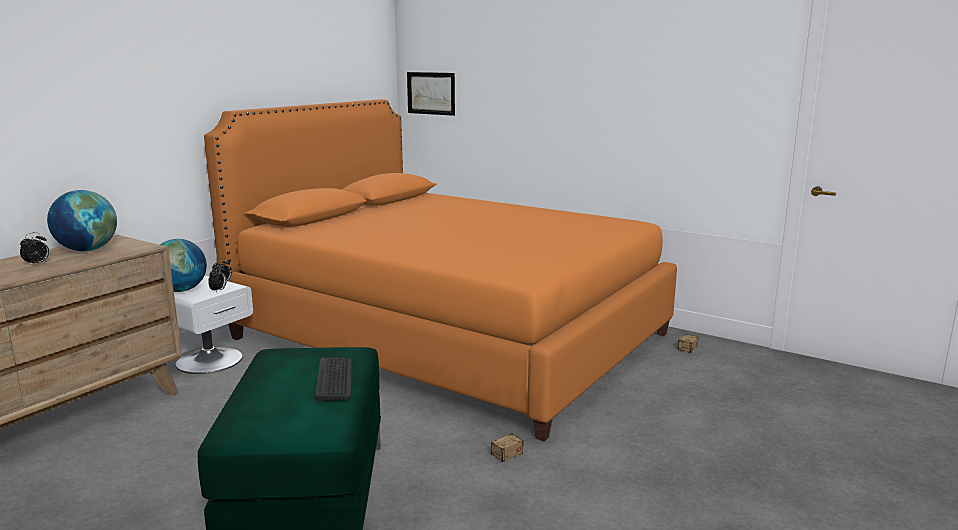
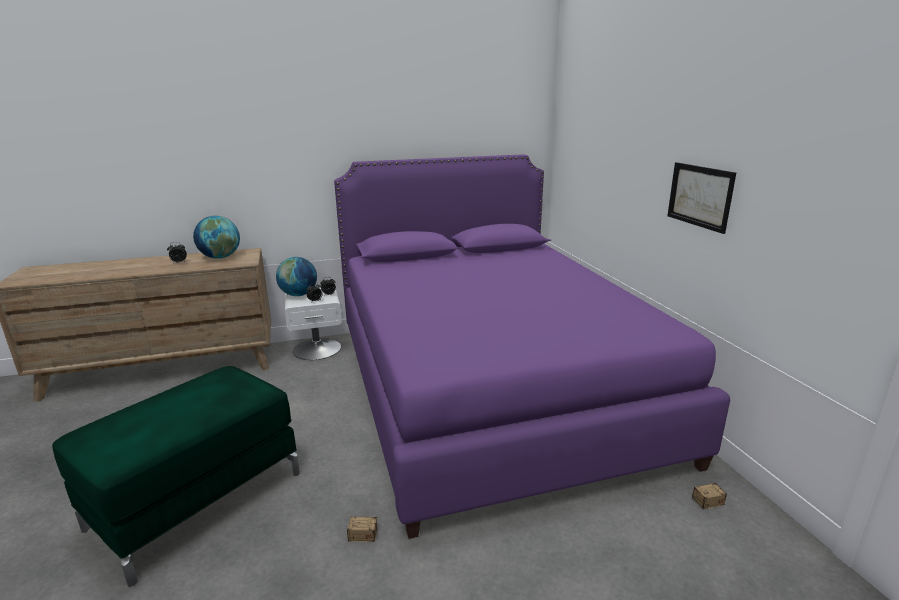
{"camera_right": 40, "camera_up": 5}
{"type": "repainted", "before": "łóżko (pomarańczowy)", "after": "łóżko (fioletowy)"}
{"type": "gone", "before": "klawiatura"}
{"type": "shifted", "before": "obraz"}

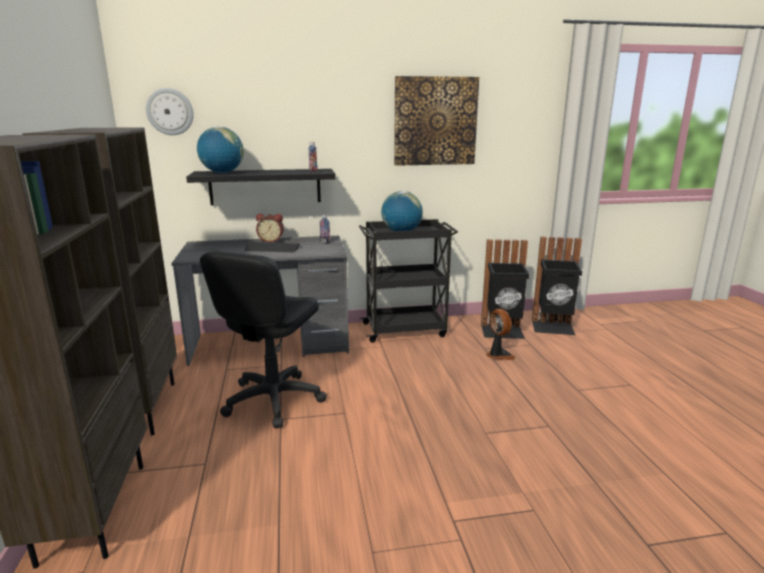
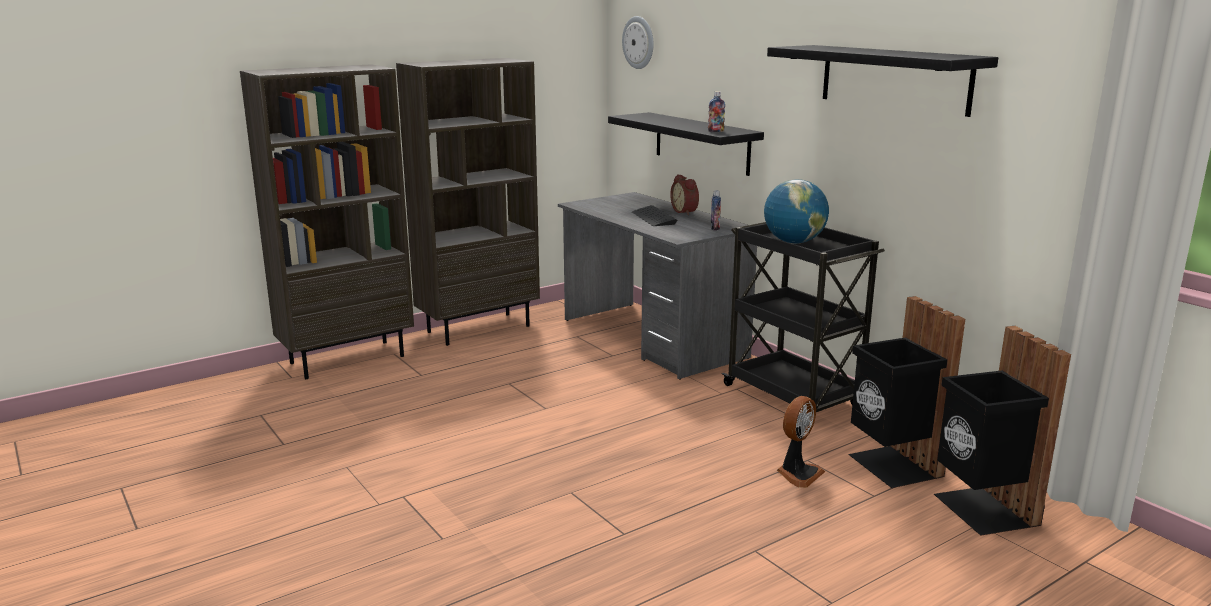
{"camera_right": 65, "camera_up": 0}
{"type": "gone", "before": "globus (no. 1 from left)"}
{"type": "gone", "before": "krzesło biurowe (czarny)"}
{"type": "swapped", "before": "obraz", "after": "półka (czarny) (no. 2 from left)"}

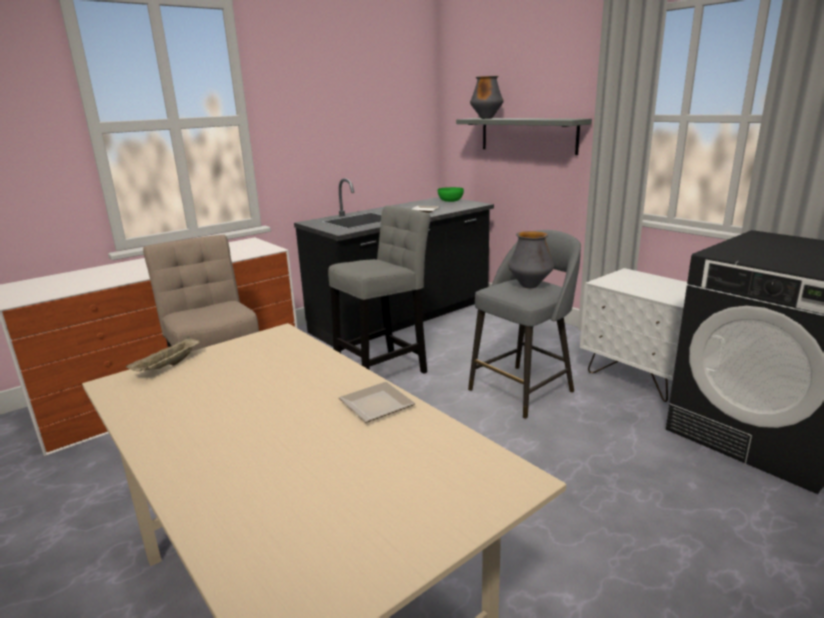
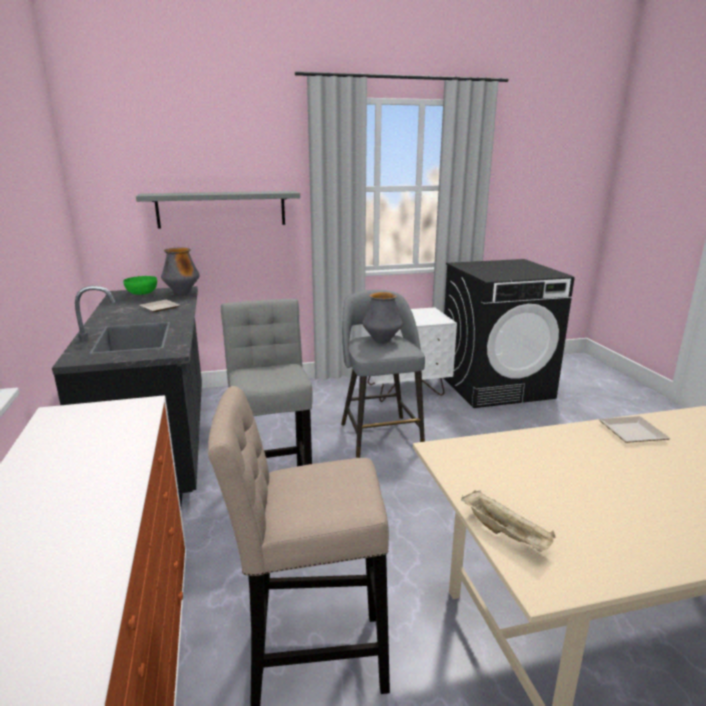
{"camera_right": -65, "camera_up": 0}
{"type": "shifted", "before": "wazon (no. 1 from left)"}

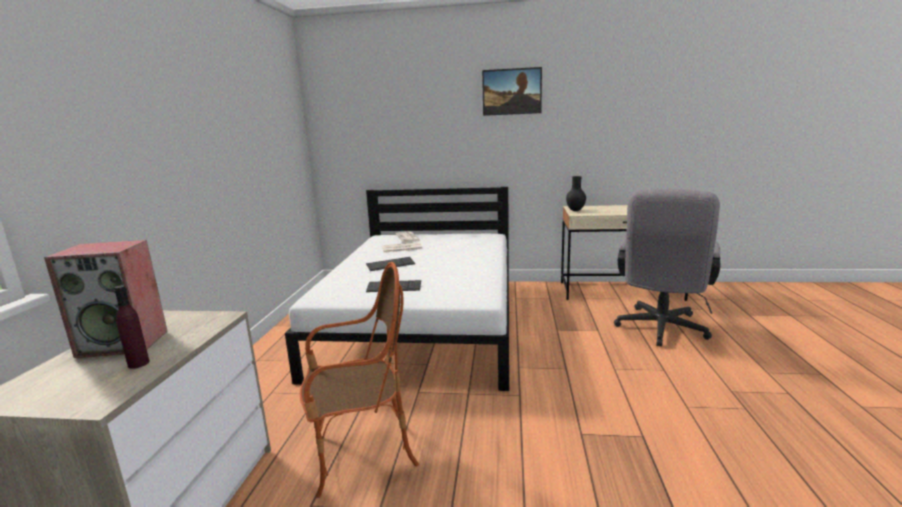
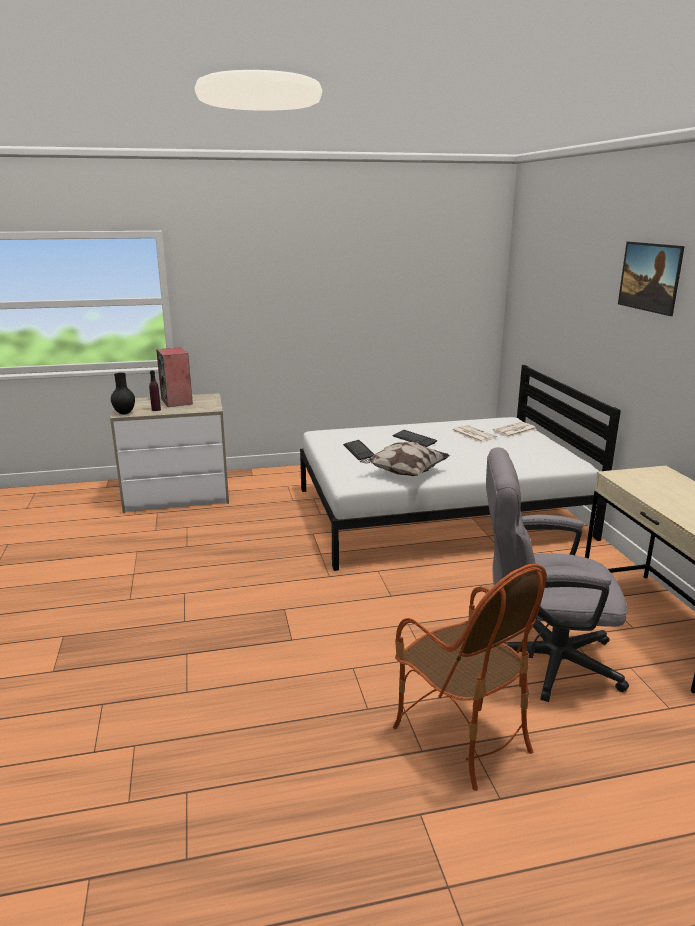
{"camera_right": 70, "camera_up": 5}
{"type": "shifted", "before": "fotel"}
{"type": "shifted", "before": "wazon (czarny)"}
{"type": "new", "after": "poduszka"}

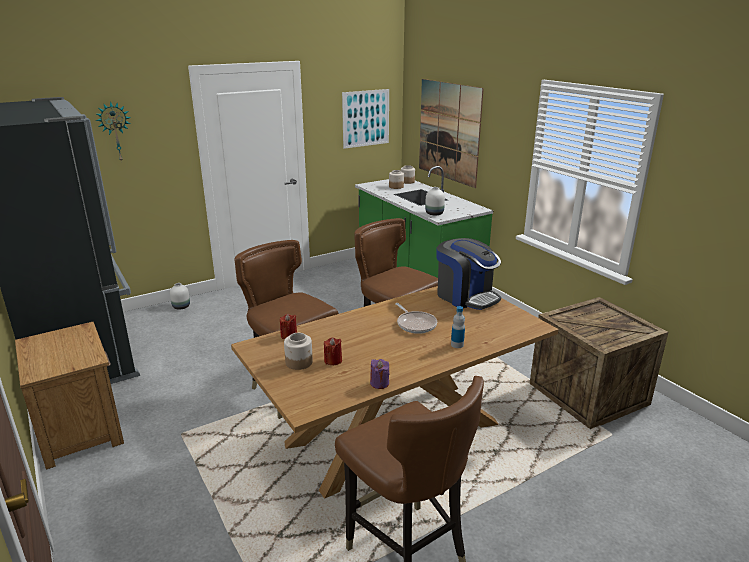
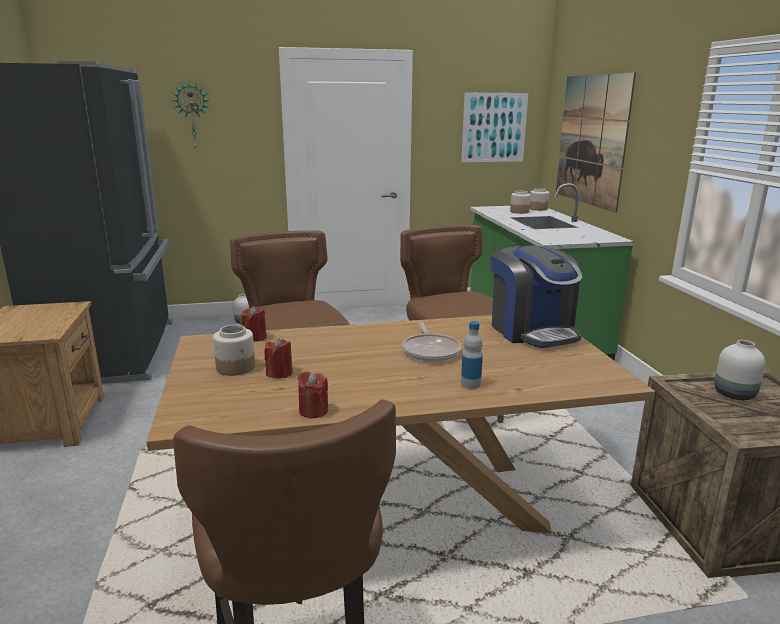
{"camera_right": 20, "camera_up": -5}
{"type": "repainted", "before": "świeca (fioletowy)", "after": "świeca (czerwony) (no. 3 from left)"}
{"type": "shifted", "before": "wazon (biały) (no. 2 from left)"}

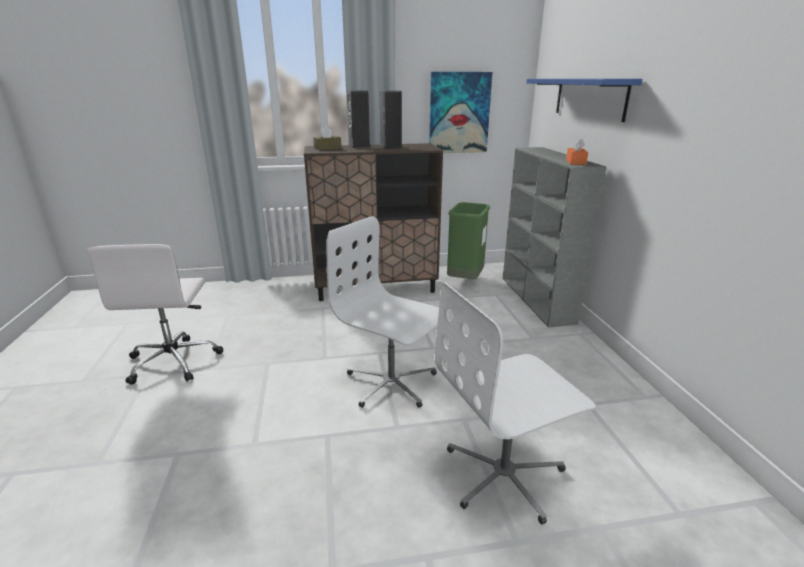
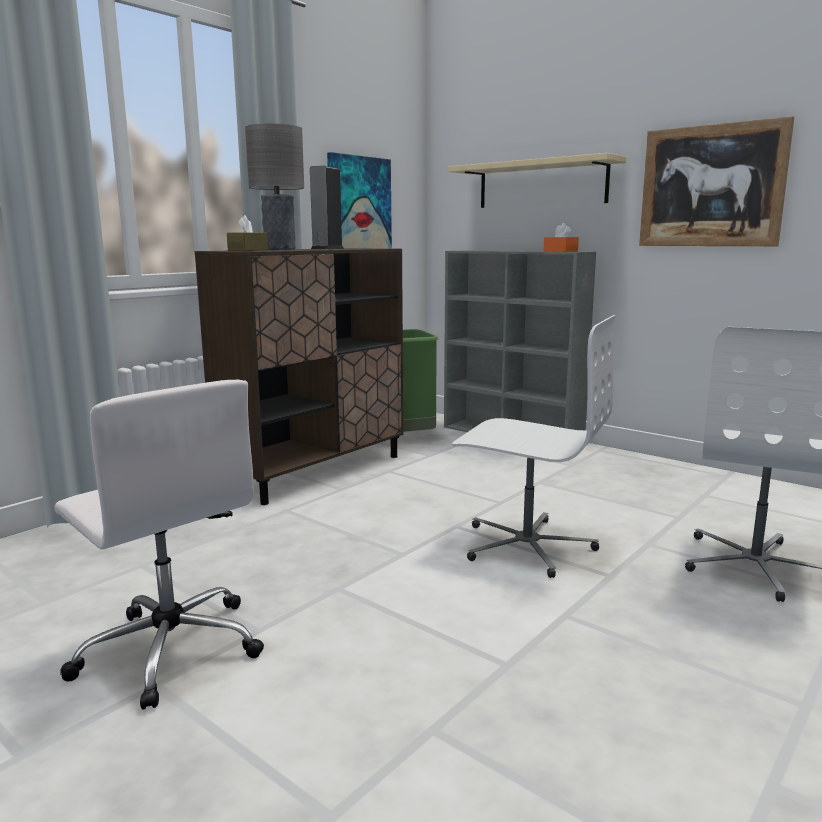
{"camera_right": -40, "camera_up": -10}
{"type": "rotated", "before": "krzesło biurowe (biały) (no. 2 from left)", "turn": -150}
{"type": "swapped", "before": "głośnik (no. 1 from left)", "after": "lampa stołowa (szary)"}
{"type": "repainted", "before": "półka (niebieski)", "after": "półka (beżowy)"}
{"type": "new", "after": "obraz (no. 2 from left)"}

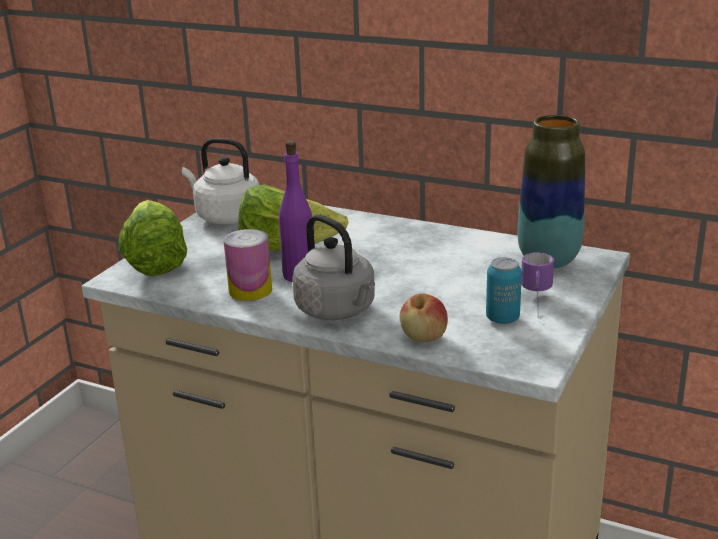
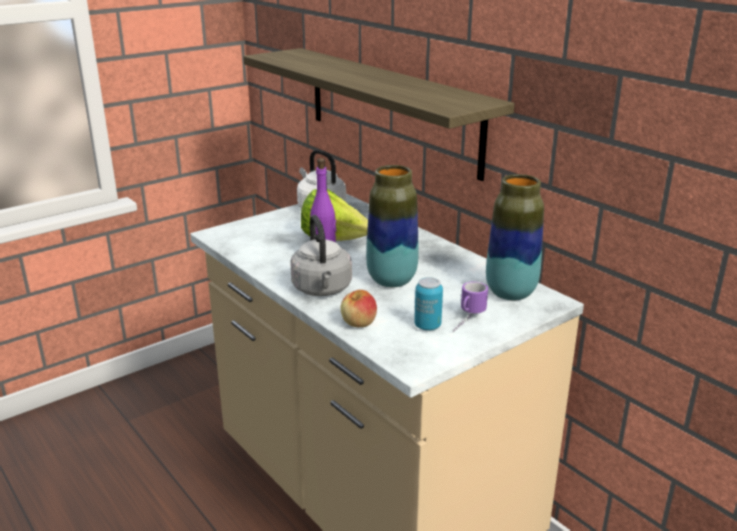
{"camera_right": 25, "camera_up": 0}
{"type": "gone", "before": "sałata (no. 1 from left)"}
{"type": "gone", "before": "puszka (no. 1 from left)"}
{"type": "new", "after": "półka"}
{"type": "new", "after": "wazon (no. 1 from left)"}

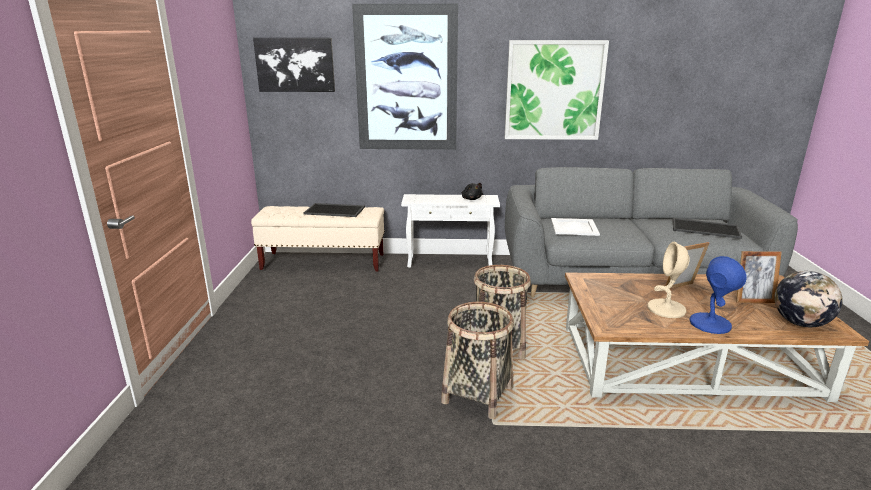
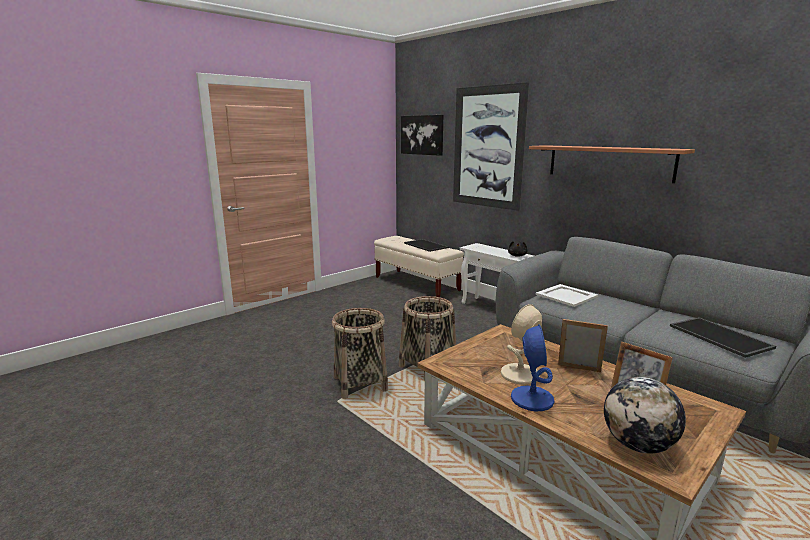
{"camera_right": 45, "camera_up": -5}
{"type": "swapped", "before": "obraz (no. 3 from left)", "after": "półka"}

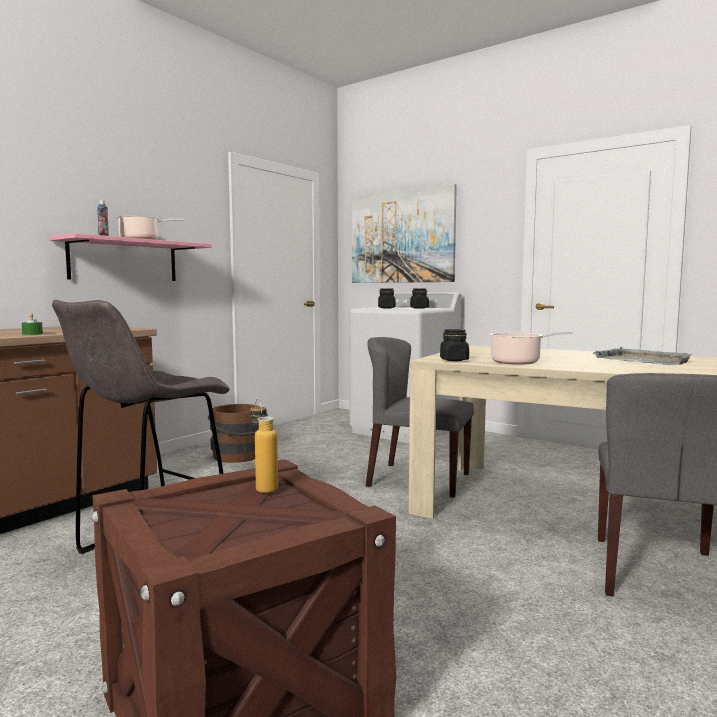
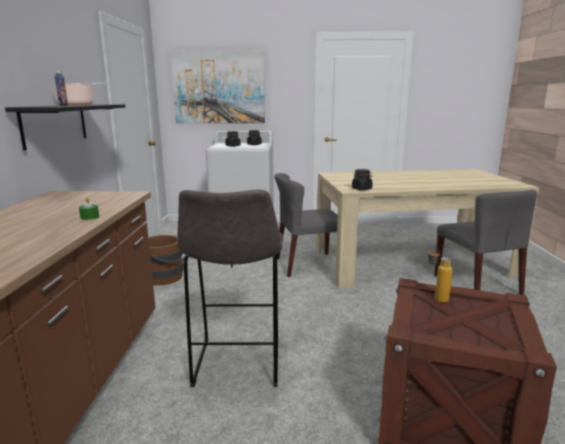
{"camera_right": -35, "camera_up": 10}
{"type": "repainted", "before": "półka (różowy)", "after": "półka (czarny)"}
{"type": "gone", "before": "garnek (no. 2 from left)"}
{"type": "gone", "before": "taca (szary)"}

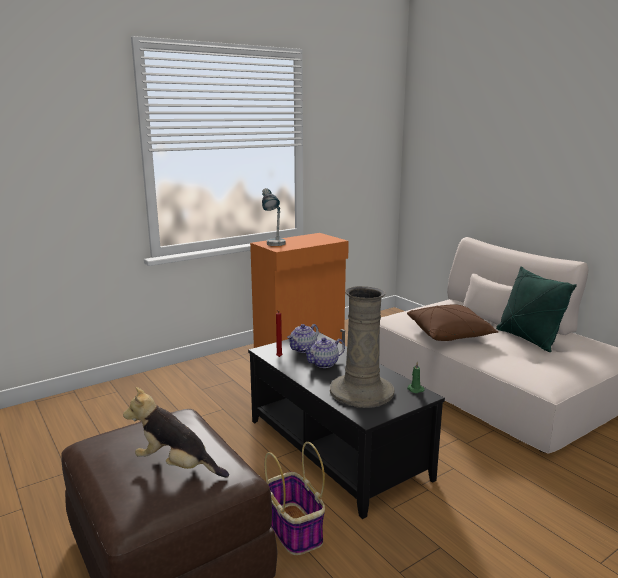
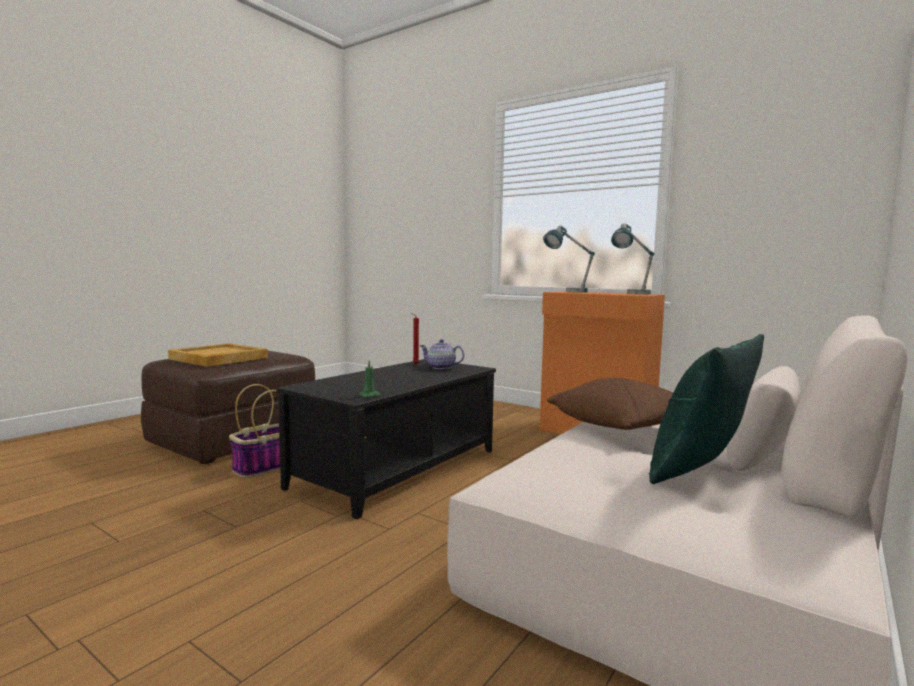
{"camera_right": 70, "camera_up": -10}
{"type": "swapped", "before": "pluszak", "after": "taca (beżowy)"}
{"type": "gone", "before": "imbryk (no. 2 from left)"}
{"type": "gone", "before": "wazon (beżowy)"}
{"type": "new", "after": "lampa stołowa (no. 2 from left)"}

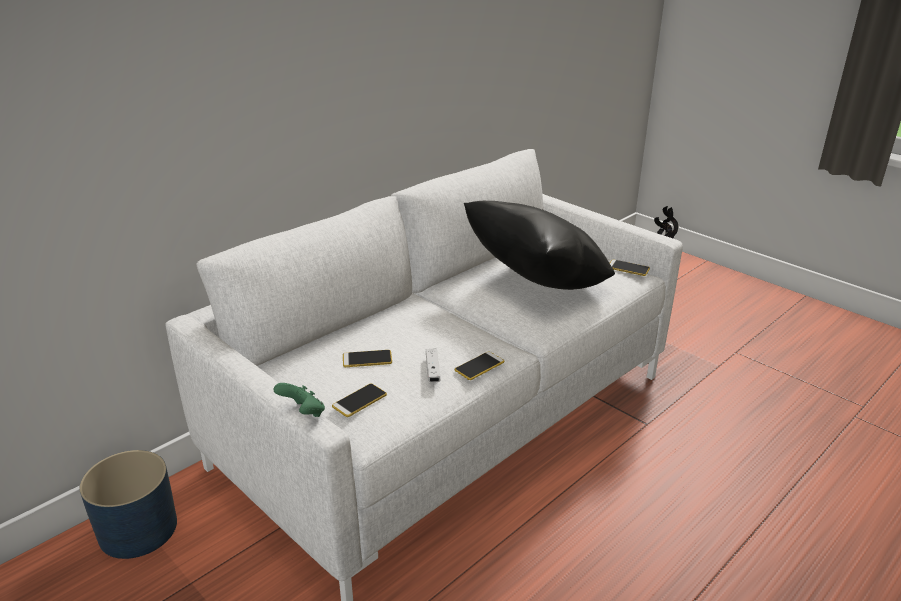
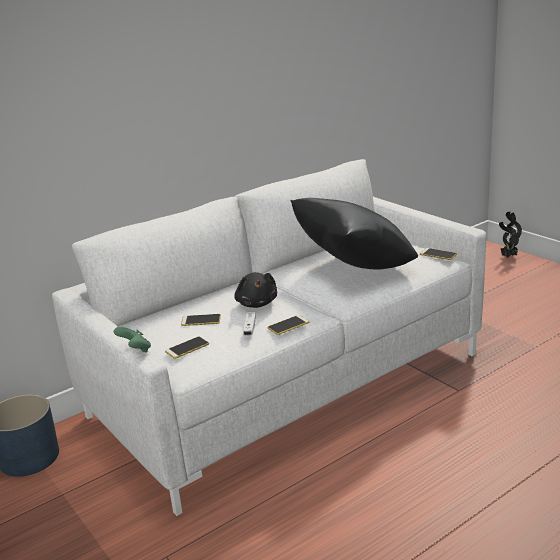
{"camera_right": 10, "camera_up": -5}
{"type": "new", "after": "pluszak (czarny)"}

